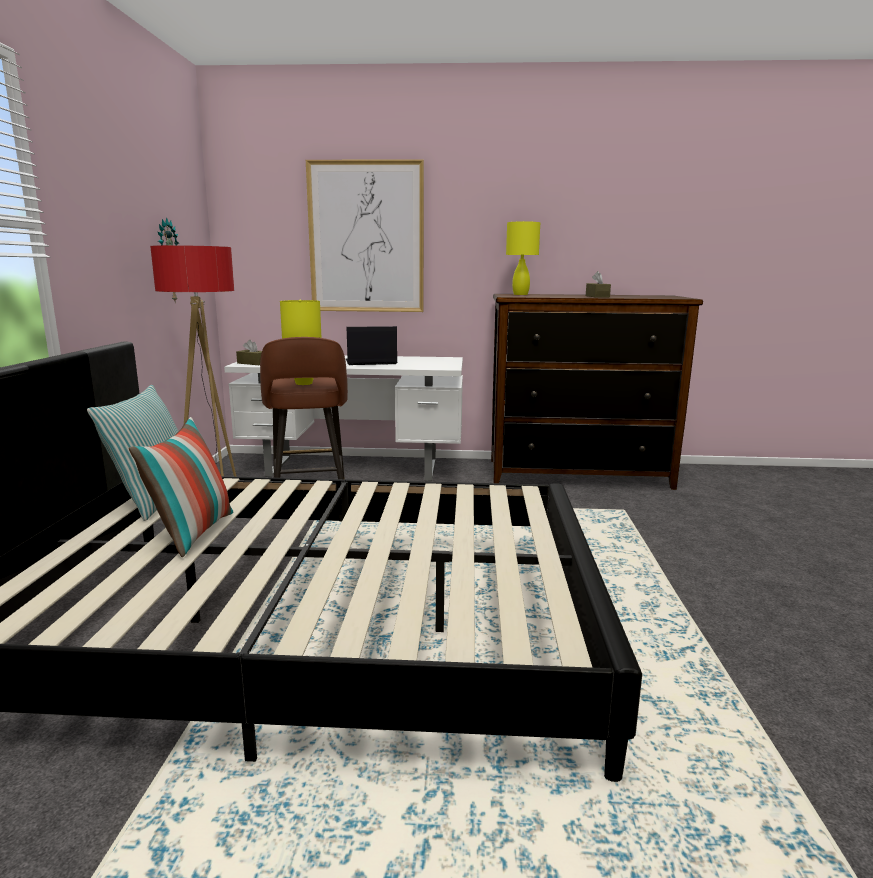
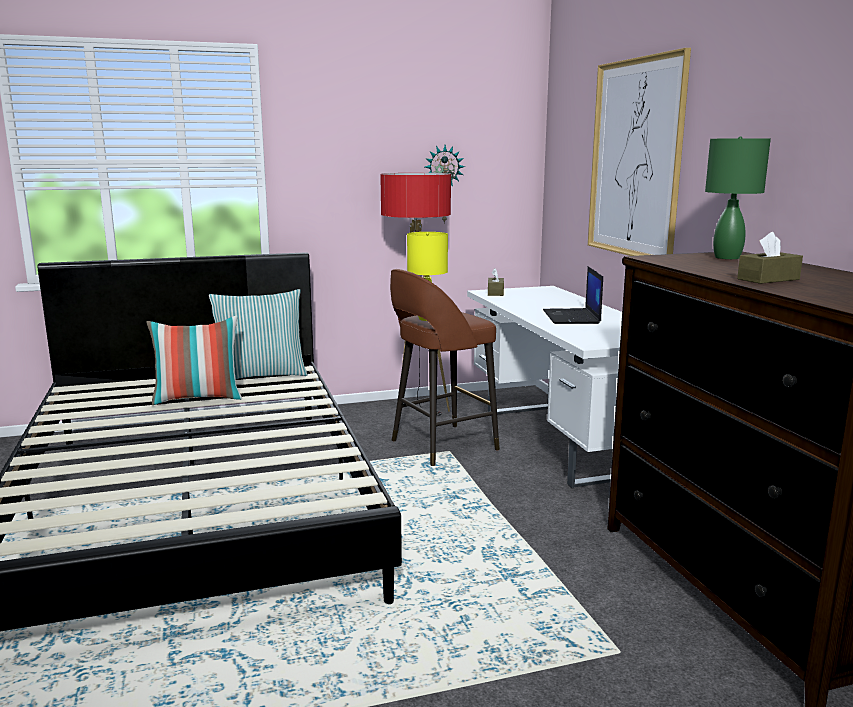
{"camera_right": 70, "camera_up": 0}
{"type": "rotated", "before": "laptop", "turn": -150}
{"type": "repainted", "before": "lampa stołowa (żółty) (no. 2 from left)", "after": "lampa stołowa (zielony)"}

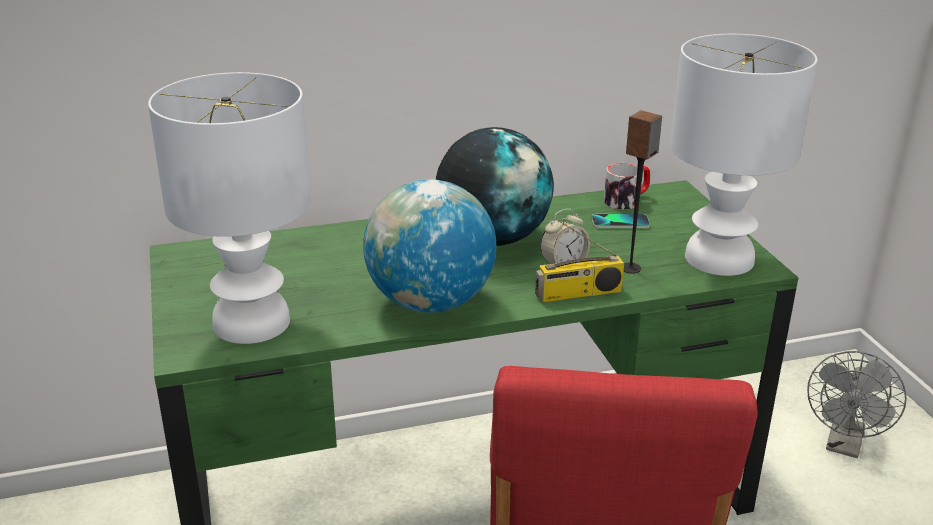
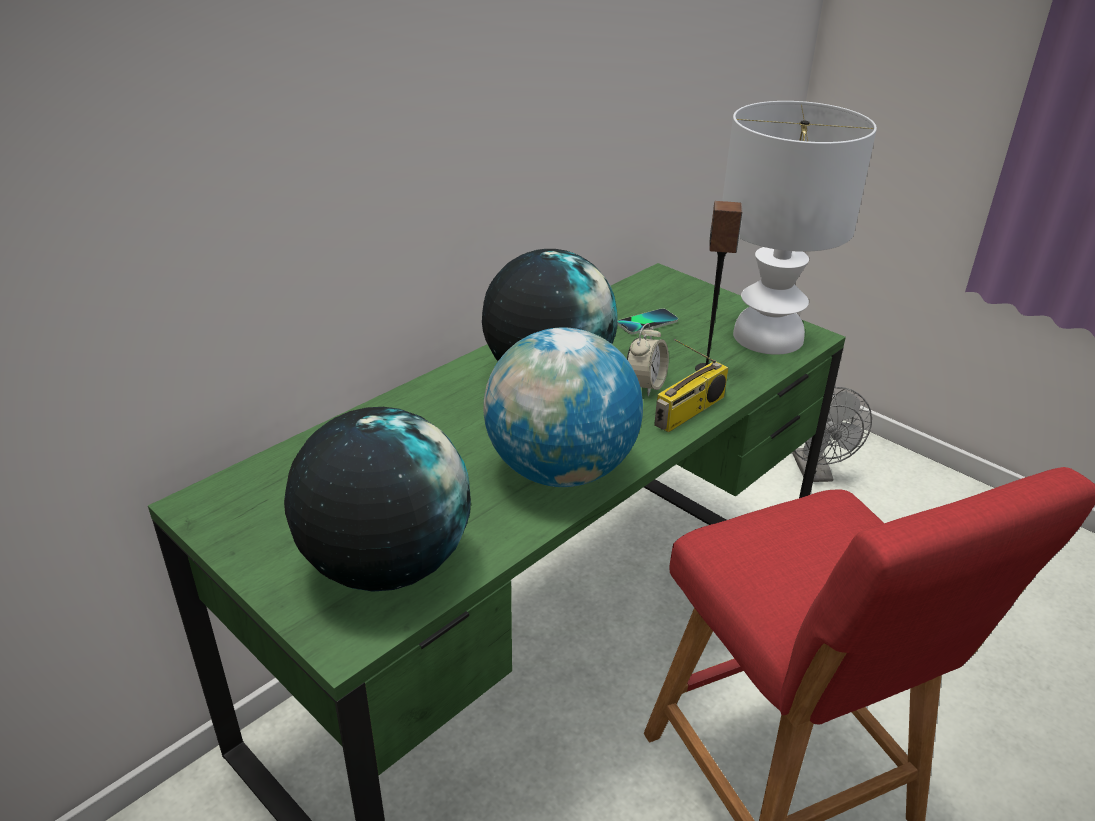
{"camera_right": -30, "camera_up": 5}
{"type": "swapped", "before": "lampa stołowa (biały) (no. 1 from left)", "after": "globus (no. 1 from left)"}
{"type": "gone", "before": "kubek"}

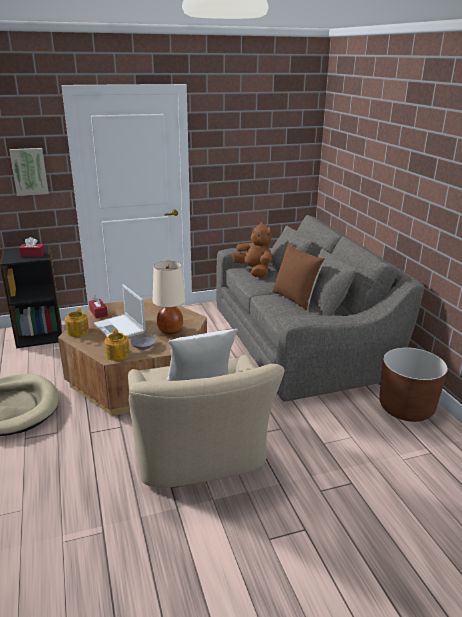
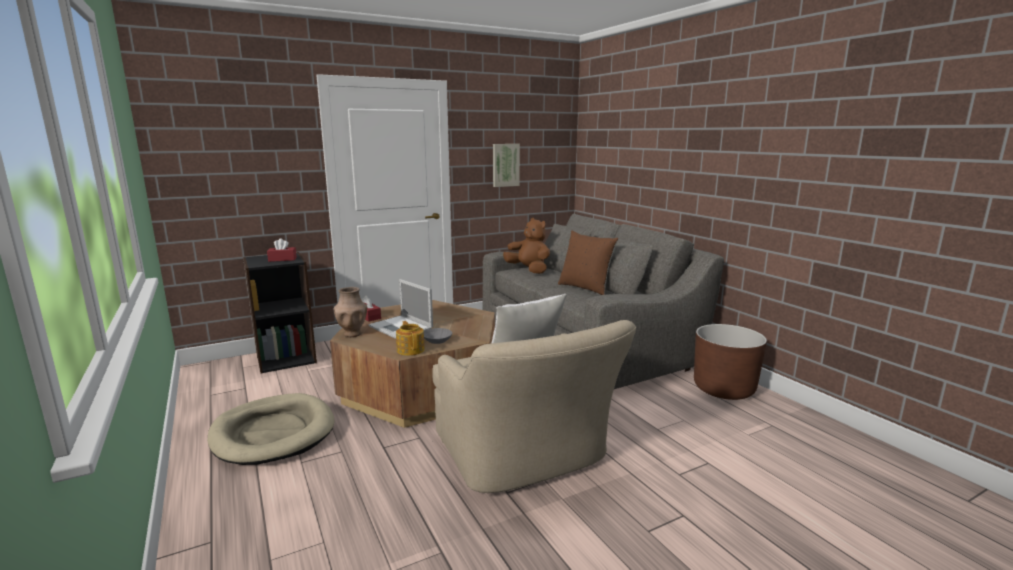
{"camera_right": -10, "camera_up": -10}
{"type": "shifted", "before": "obraz"}
{"type": "swapped", "before": "imbryk (no. 1 from left)", "after": "wazon (brązowy)"}
{"type": "gone", "before": "lampa stołowa (beżowy)"}

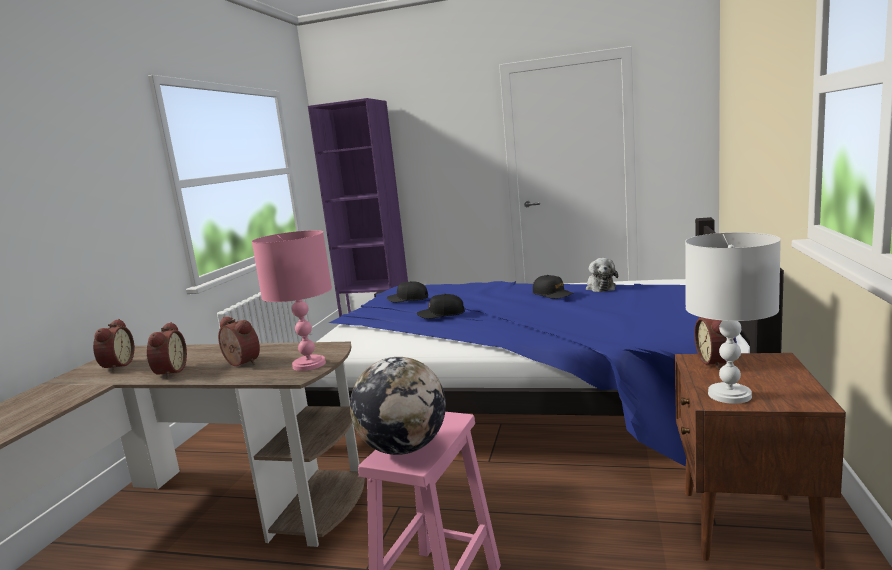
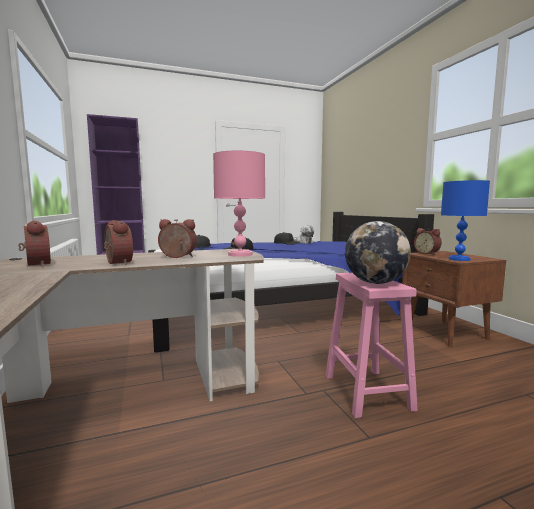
{"camera_right": -35, "camera_up": -5}
{"type": "repainted", "before": "lampa stołowa (biały)", "after": "lampa stołowa (niebieski)"}

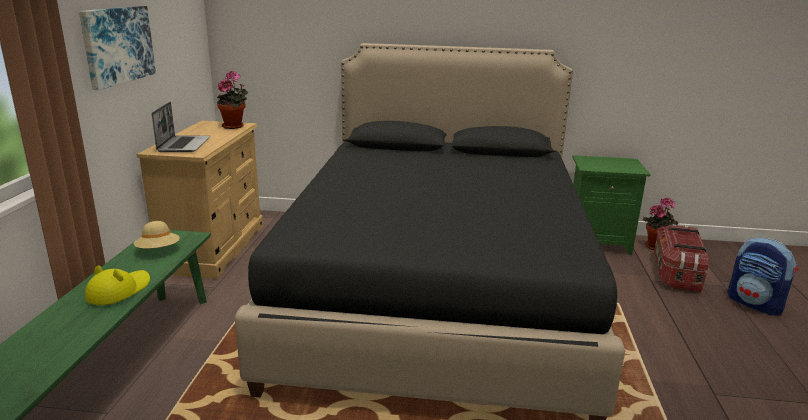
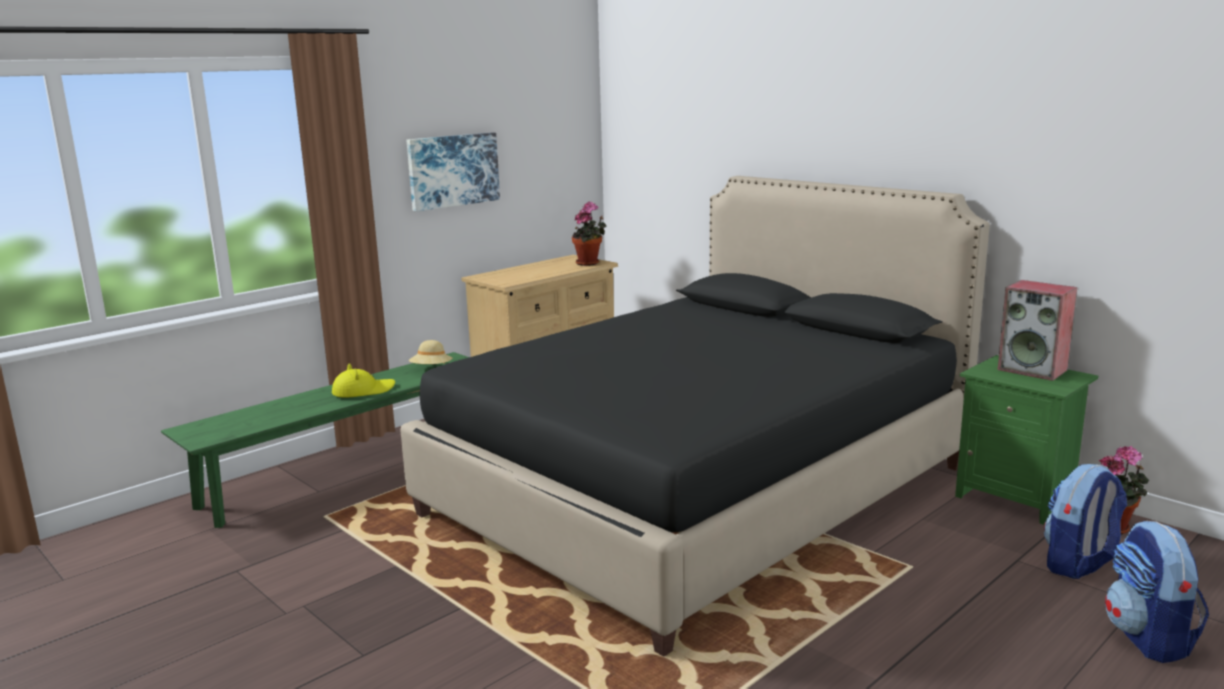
{"camera_right": 40, "camera_up": -5}
{"type": "gone", "before": "laptop"}
{"type": "swapped", "before": "pojemnik do przechowywania", "after": "plecak (no. 1 from left)"}
{"type": "new", "after": "głośnik"}

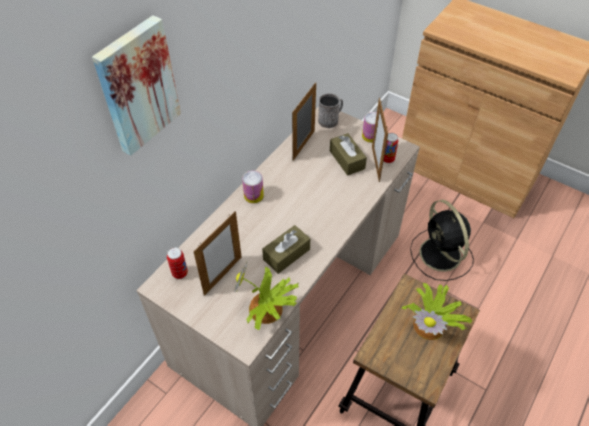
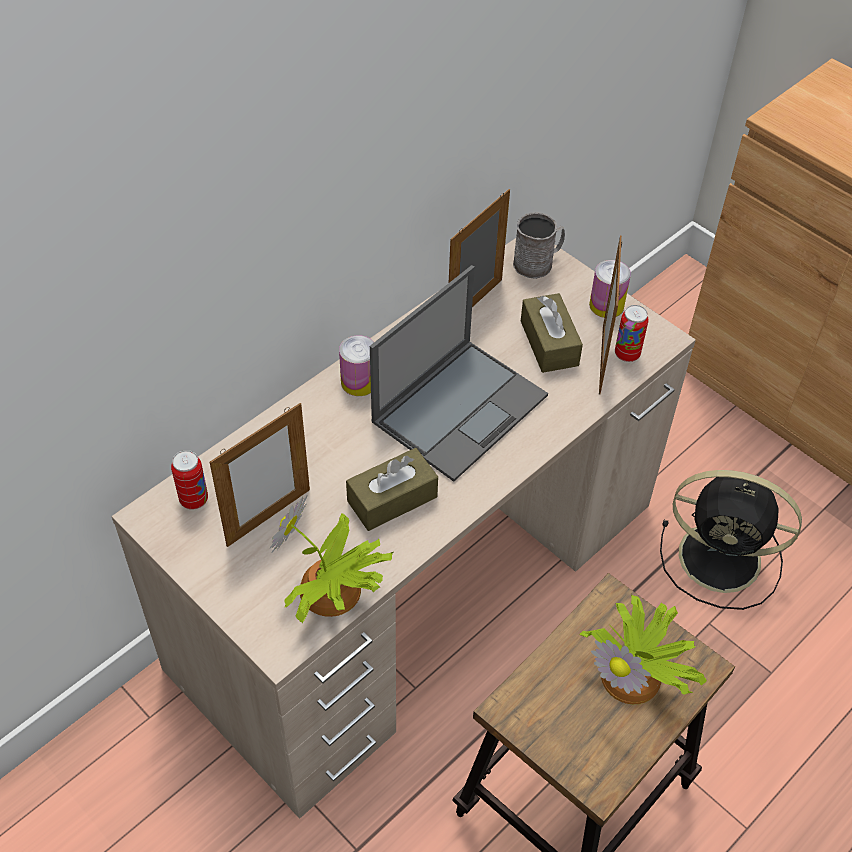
{"camera_right": 10, "camera_up": 0}
{"type": "gone", "before": "obraz"}
{"type": "rotated", "before": "wentylator (czarny)", "turn": -60}
{"type": "new", "after": "laptop"}

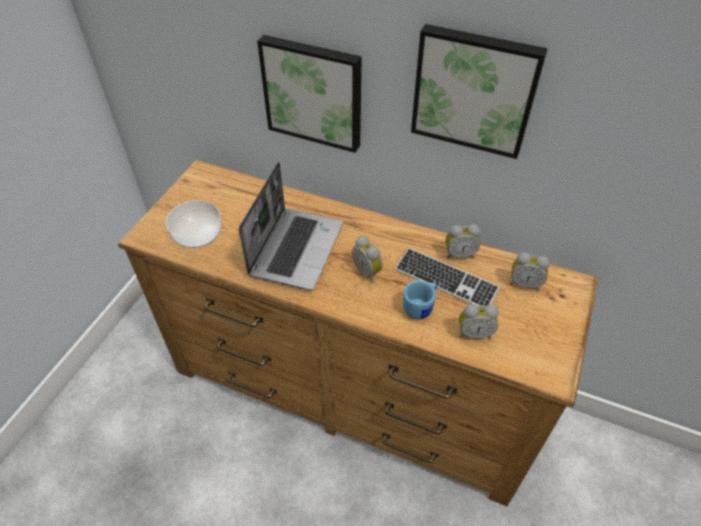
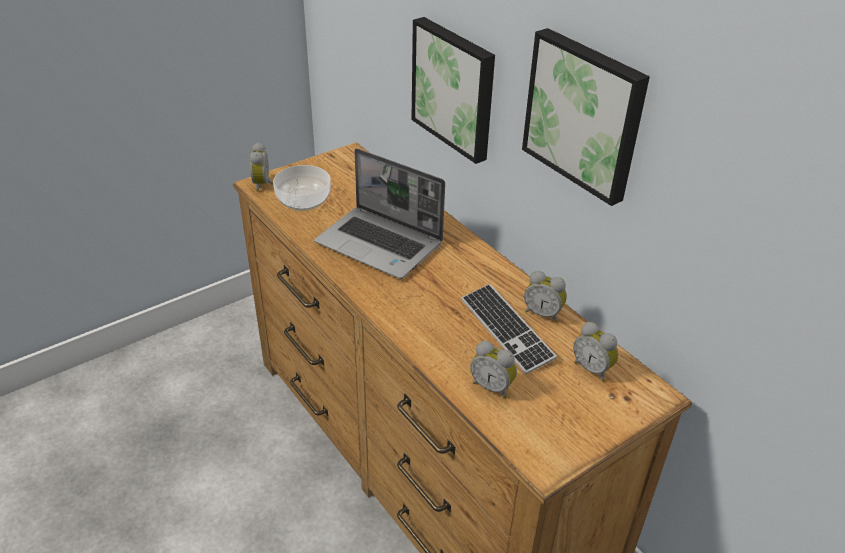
{"camera_right": 30, "camera_up": -10}
{"type": "rotated", "before": "laptop", "turn": 75}
{"type": "shifted", "before": "budzik (no. 1 from left)"}
{"type": "gone", "before": "kubek (niebieski)"}

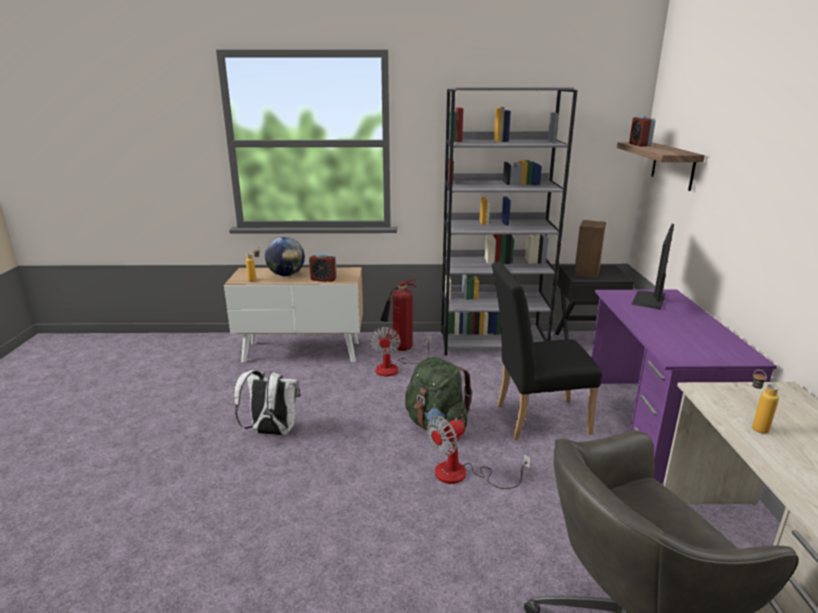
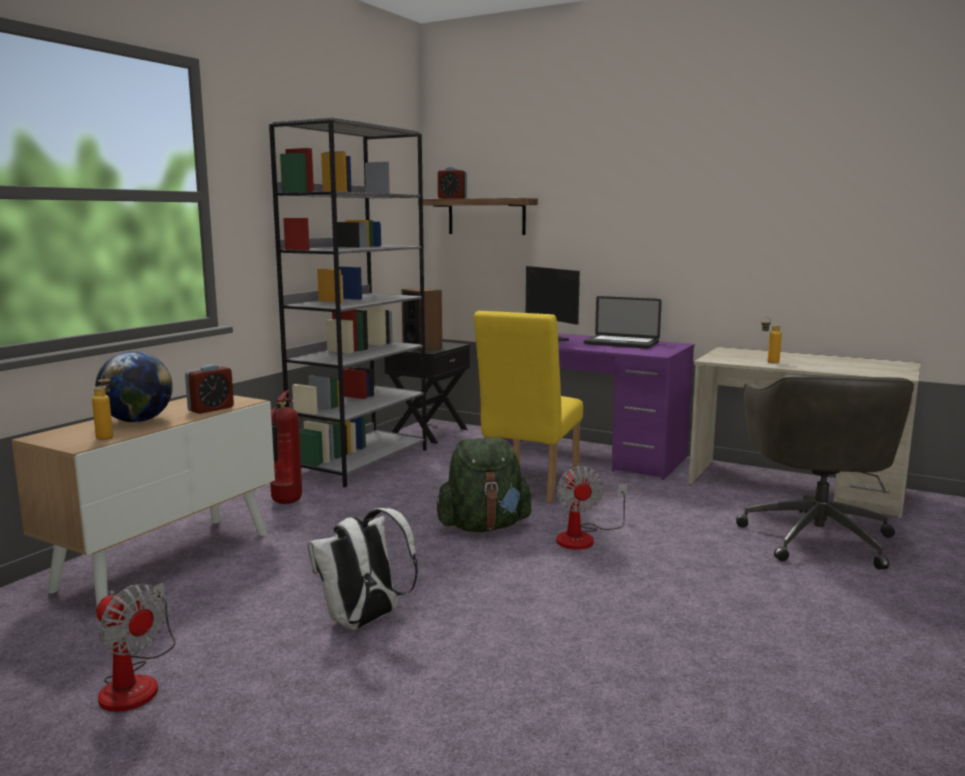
{"camera_right": -60, "camera_up": -10}
{"type": "shifted", "before": "wentylator (no. 1 from left)"}
{"type": "repainted", "before": "krzesło (czarny)", "after": "krzesło (żółty)"}
{"type": "new", "after": "laptop"}

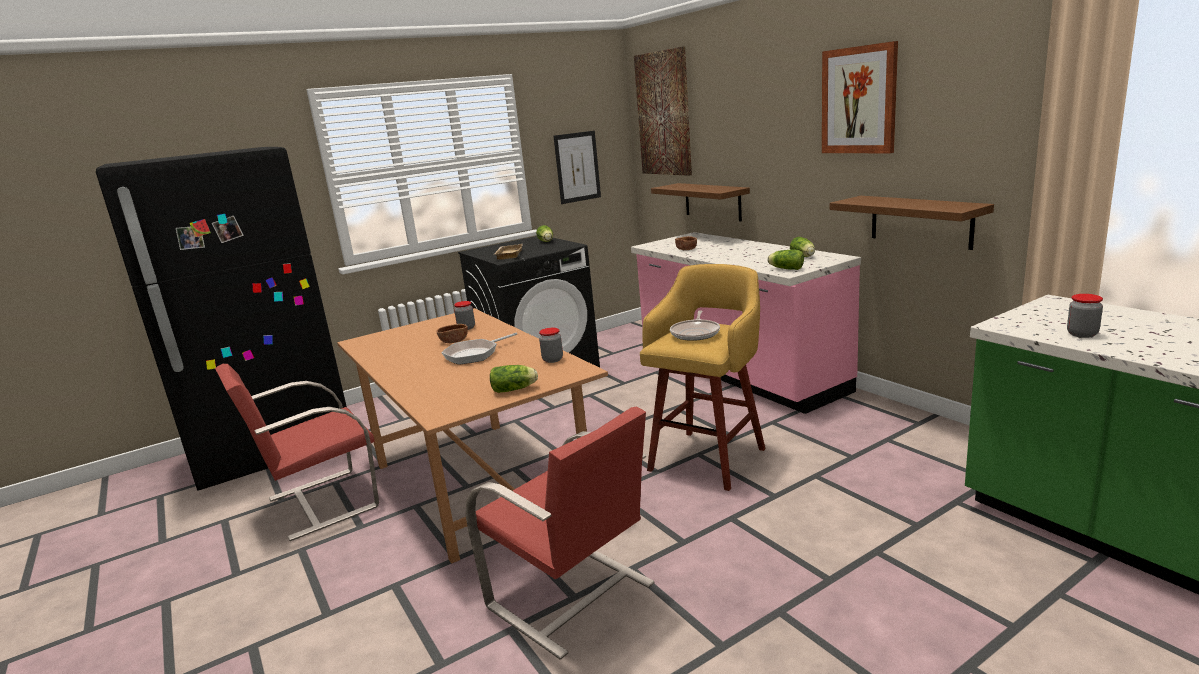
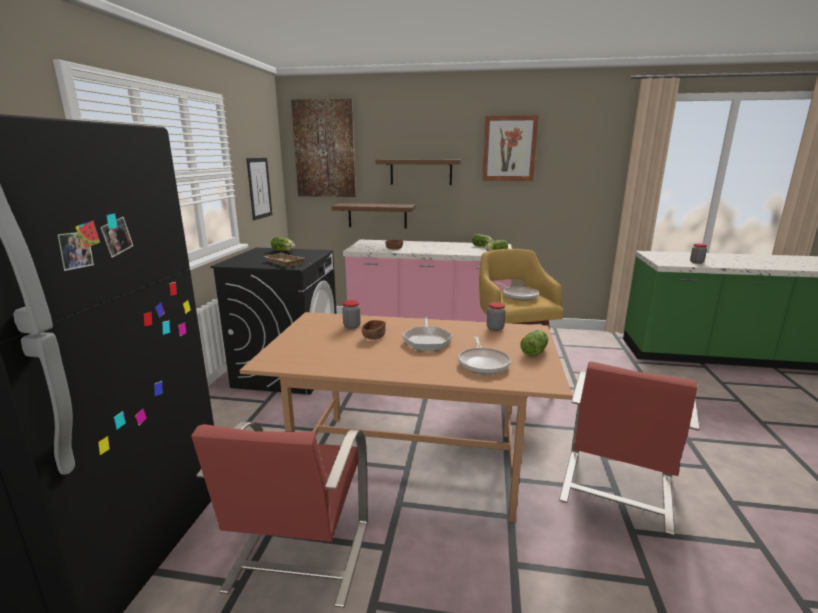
{"camera_right": -50, "camera_up": 0}
{"type": "rotated", "before": "krzesło (czerwony) (no. 2 from left)", "turn": 120}
{"type": "shifted", "before": "półka (brązowy) (no. 2 from left)"}
{"type": "new", "after": "patelnia (no. 2 from left)"}

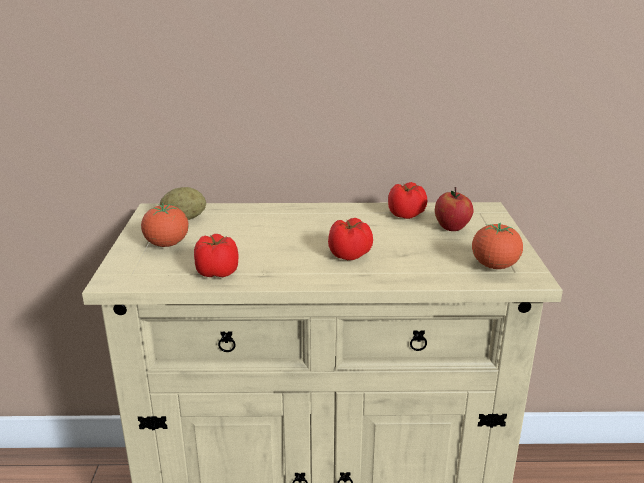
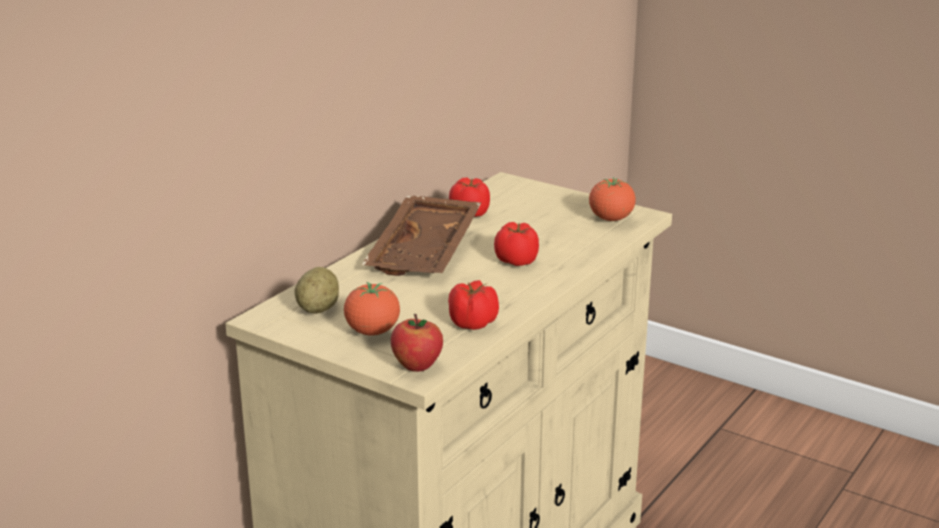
{"camera_right": -55, "camera_up": 0}
{"type": "shifted", "before": "jabłko"}
{"type": "new", "after": "taca (brązowy)"}

